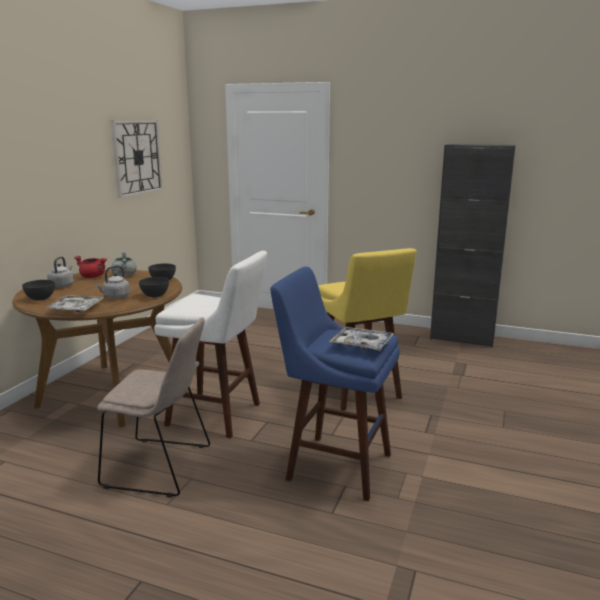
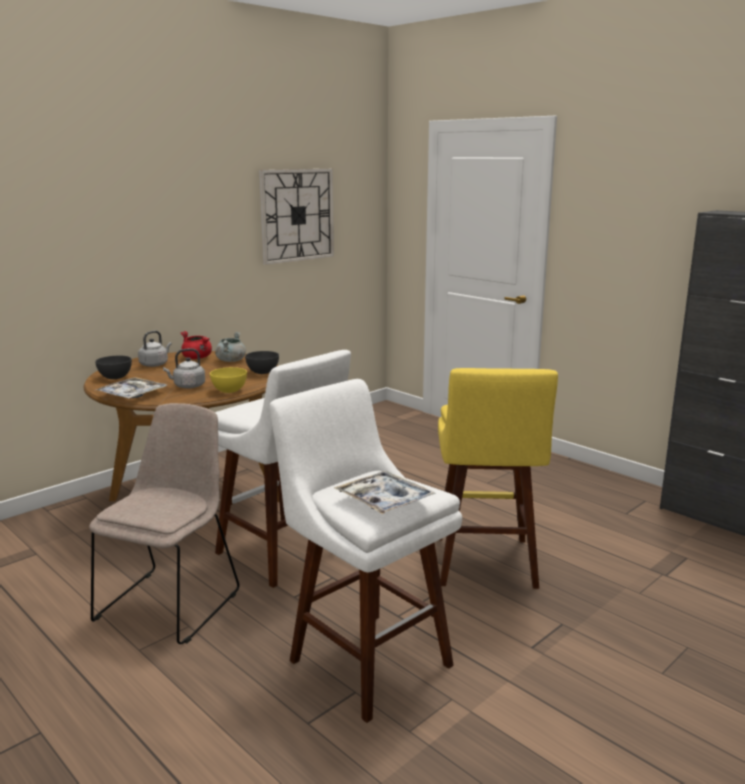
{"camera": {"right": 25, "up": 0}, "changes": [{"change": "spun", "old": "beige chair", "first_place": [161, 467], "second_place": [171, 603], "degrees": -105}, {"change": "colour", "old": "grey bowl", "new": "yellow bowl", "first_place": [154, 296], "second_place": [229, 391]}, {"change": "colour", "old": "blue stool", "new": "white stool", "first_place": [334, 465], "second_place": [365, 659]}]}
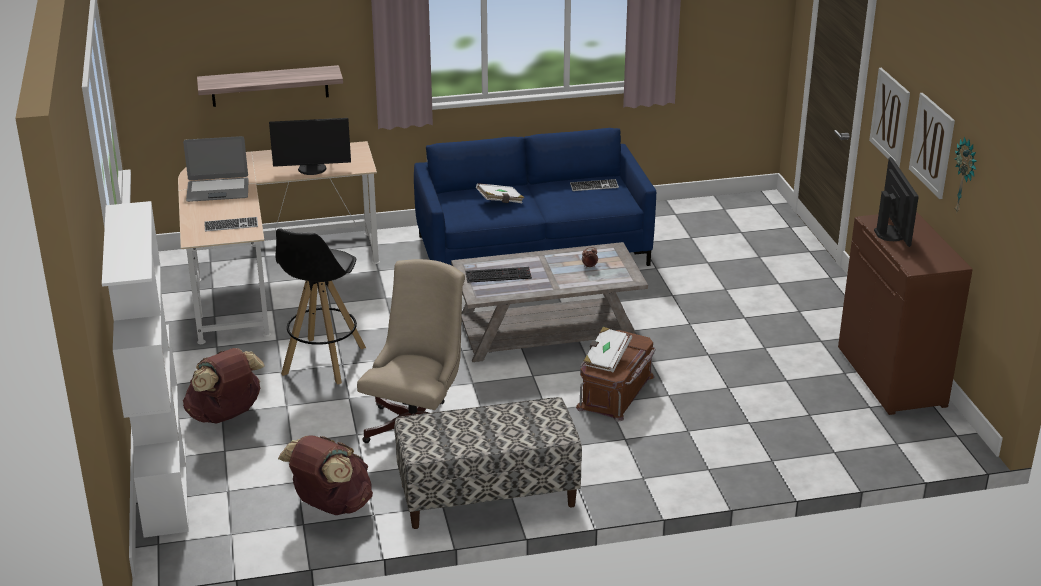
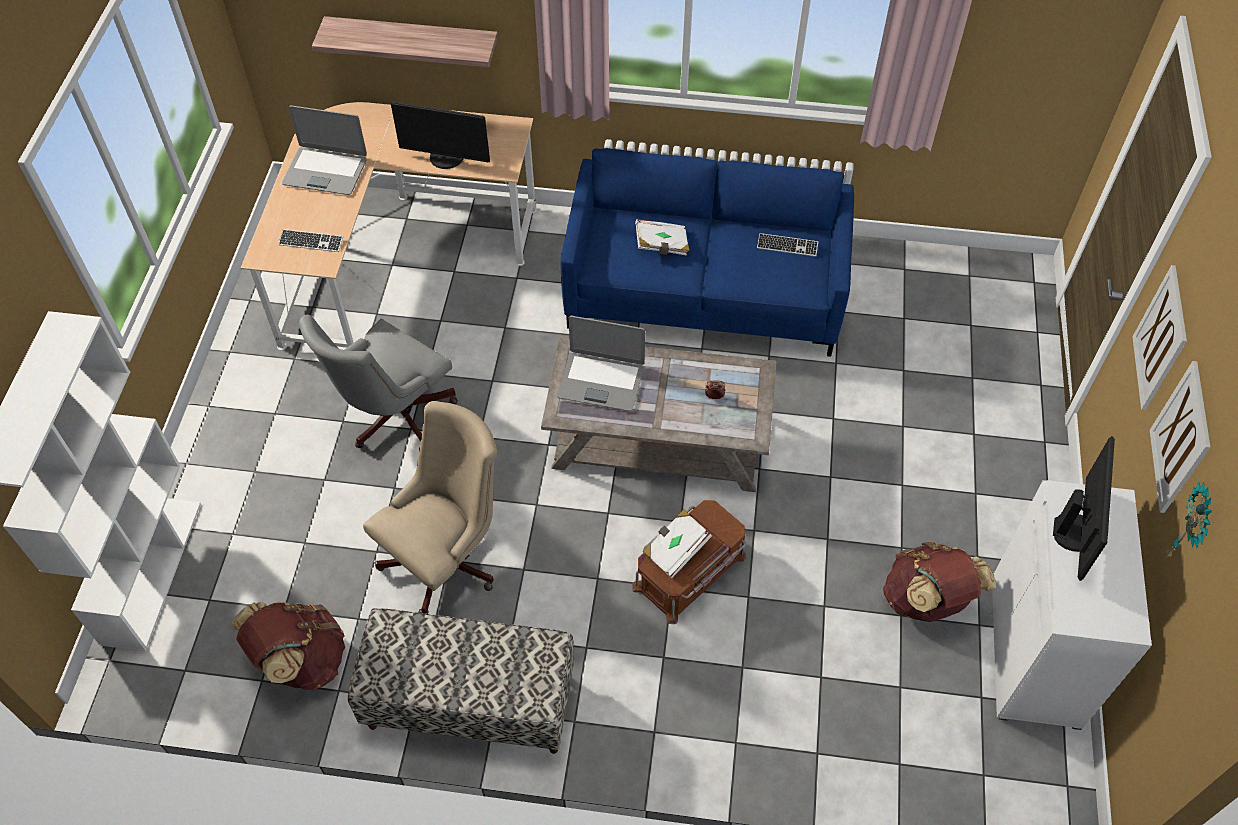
{"camera": {"right": 20, "up": 25}, "changes": [{"change": "exchanged", "old": "black stool", "new": "grey office chair", "first_place": [323, 361], "second_place": [393, 417]}, {"change": "exchanged", "old": "keyboard", "new": "laptop", "first_place": [499, 275], "second_place": [601, 381]}, {"change": "relocated", "old": "brown backpack", "first_place": [226, 415], "second_place": [926, 601]}, {"change": "colour", "old": "brown cabinet", "new": "white cabinet", "first_place": [892, 377], "second_place": [1036, 652]}]}
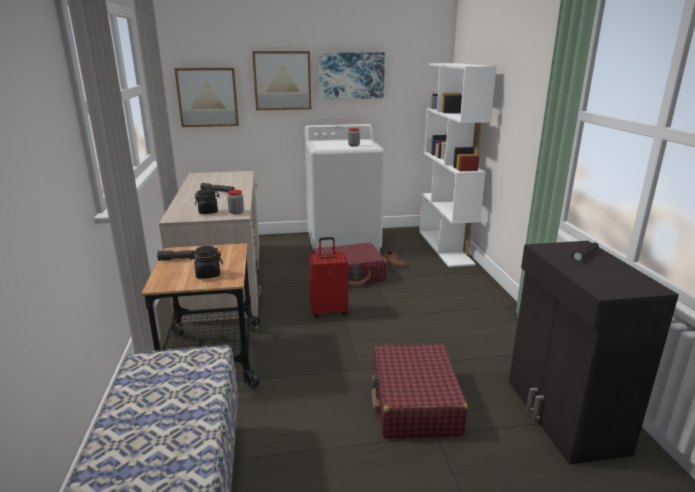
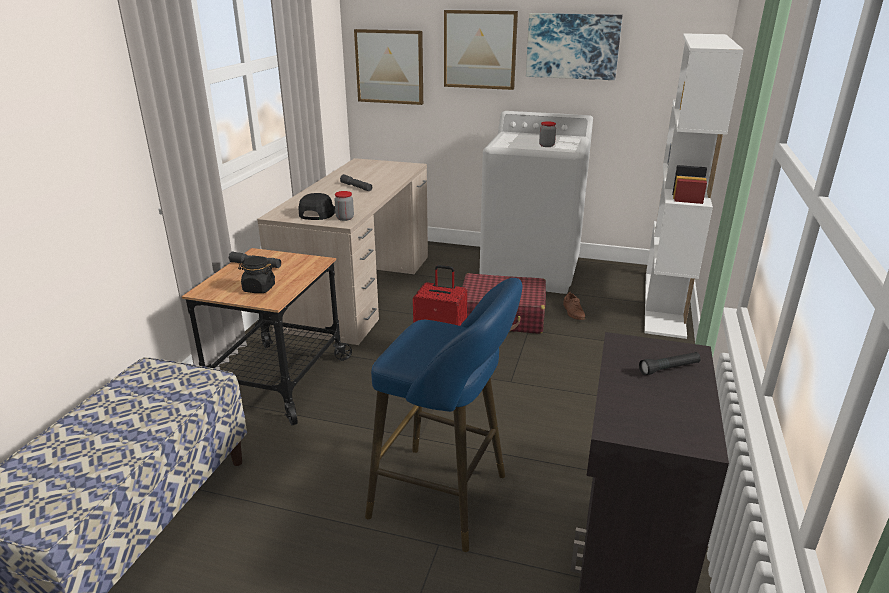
{"camera": {"right": 25, "up": 5}, "changes": [{"change": "exchanged", "old": "black jar", "new": "black cap", "first_place": [208, 212], "second_place": [318, 213]}, {"change": "exchanged", "old": "red suitcase", "new": "blue stool", "first_place": [414, 403], "second_place": [446, 498]}]}
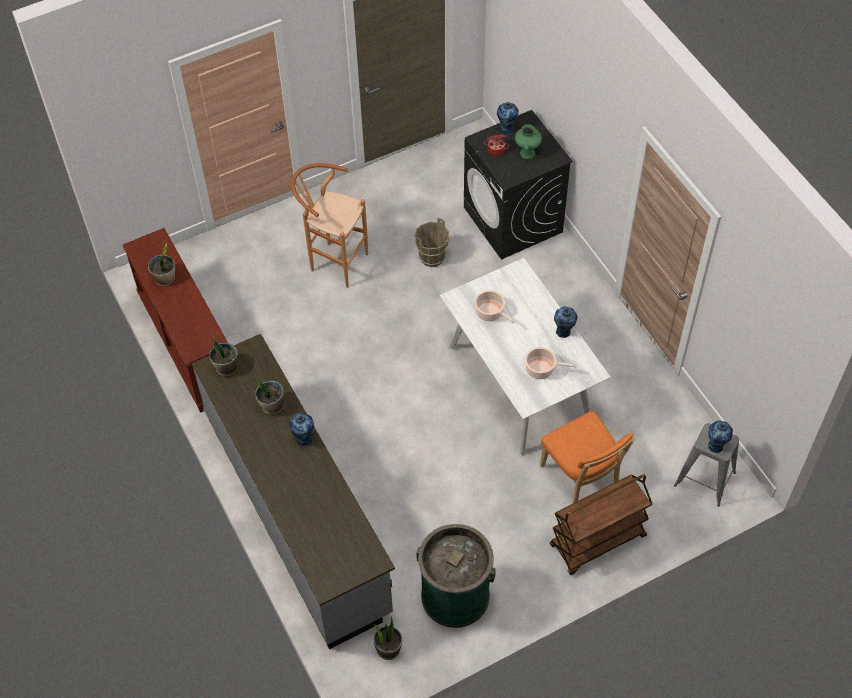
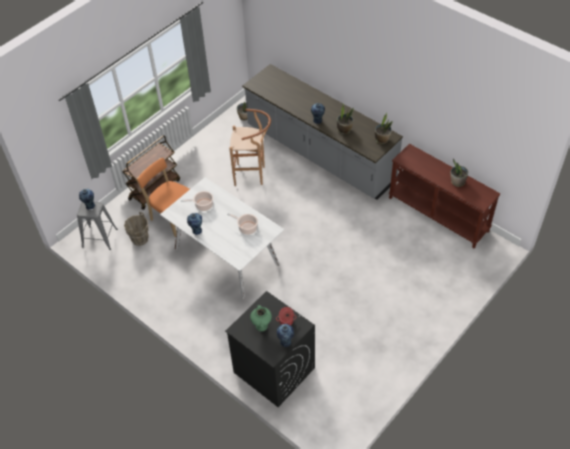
{"camera": {"right": 160, "up": -5}, "changes": [{"change": "relocated", "old": "brown bucket", "first_place": [432, 258], "second_place": [140, 239]}, {"change": "relocated", "old": "brown stool", "first_place": [333, 261], "second_place": [253, 175]}, {"change": "missing", "old": "green trash can", "first_place": [455, 595]}]}
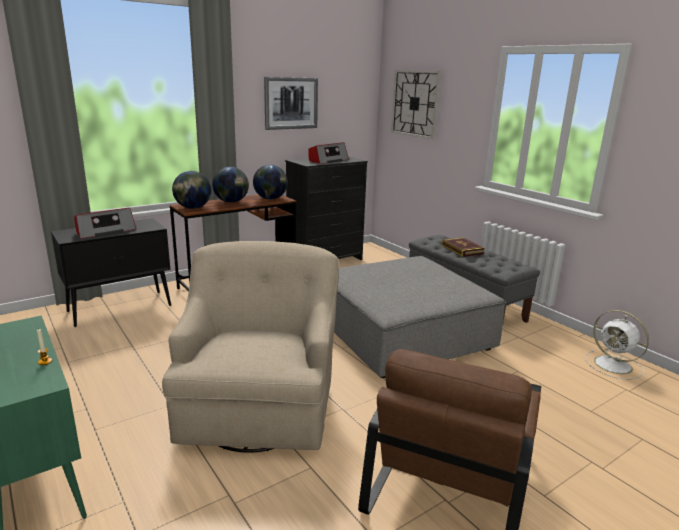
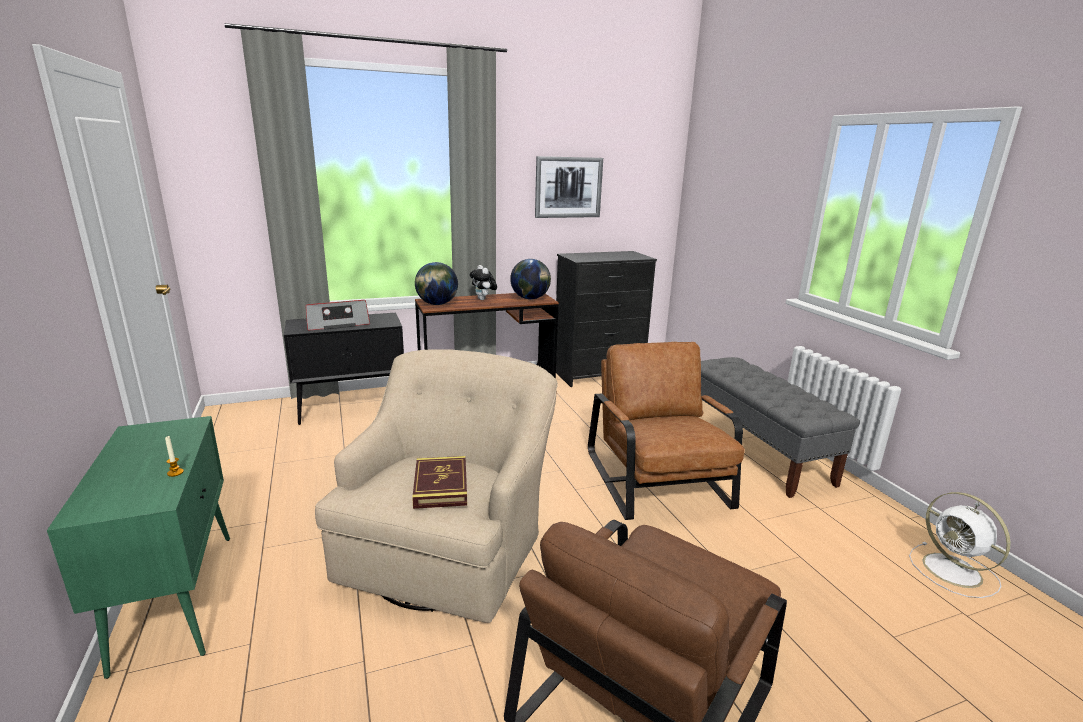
{"camera": {"right": 15, "up": 0}, "changes": [{"change": "relocated", "old": "book", "first_place": [462, 249], "second_place": [441, 486]}, {"change": "exchanged", "old": "globe", "new": "plush toy", "first_place": [231, 202], "second_place": [483, 299]}, {"change": "exchanged", "old": "grey ottoman", "new": "brown armchair", "first_place": [402, 333], "second_place": [658, 480]}, {"change": "missing", "old": "radio", "first_place": [328, 160]}, {"change": "missing", "old": "wall clock", "first_place": [415, 103]}]}
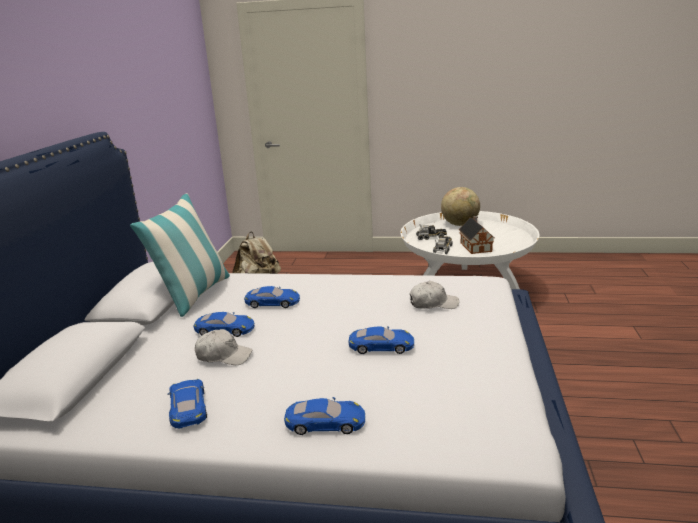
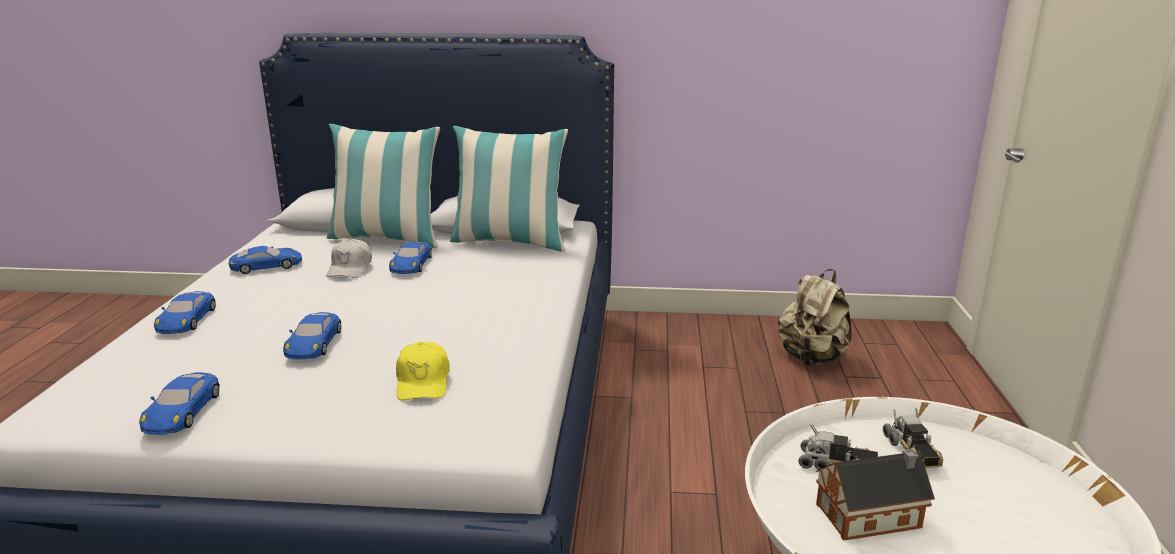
{"camera": {"right": 85, "up": 0}, "changes": [{"change": "relocated", "old": "blue toy car", "first_place": [272, 302], "second_place": [182, 411]}, {"change": "appeared", "new": "pillow", "second_place": [387, 238]}, {"change": "colour", "old": "white cap", "new": "yellow cap", "first_place": [433, 303], "second_place": [423, 382]}, {"change": "missing", "old": "globe", "first_place": [460, 224]}]}
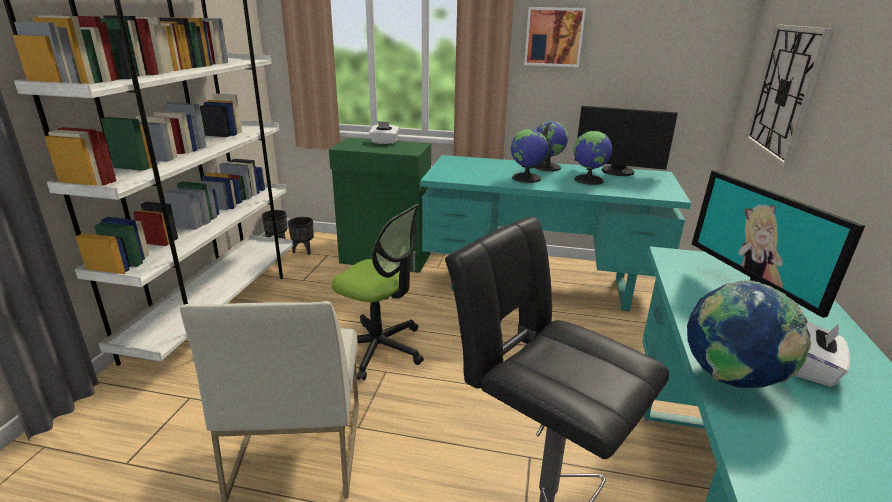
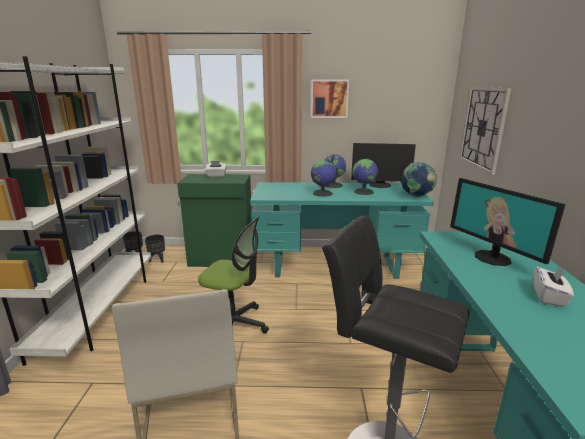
{"camera": {"right": -10, "up": -5}, "changes": [{"change": "relocated", "old": "globe", "first_place": [731, 380], "second_place": [416, 196]}]}
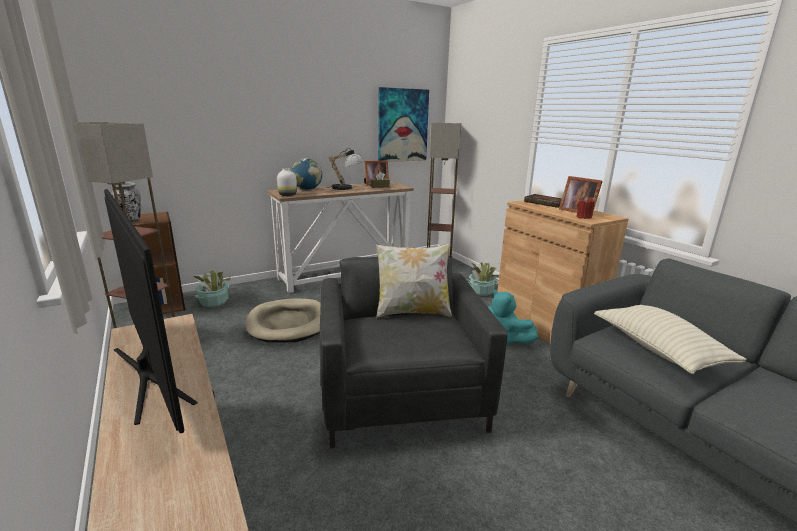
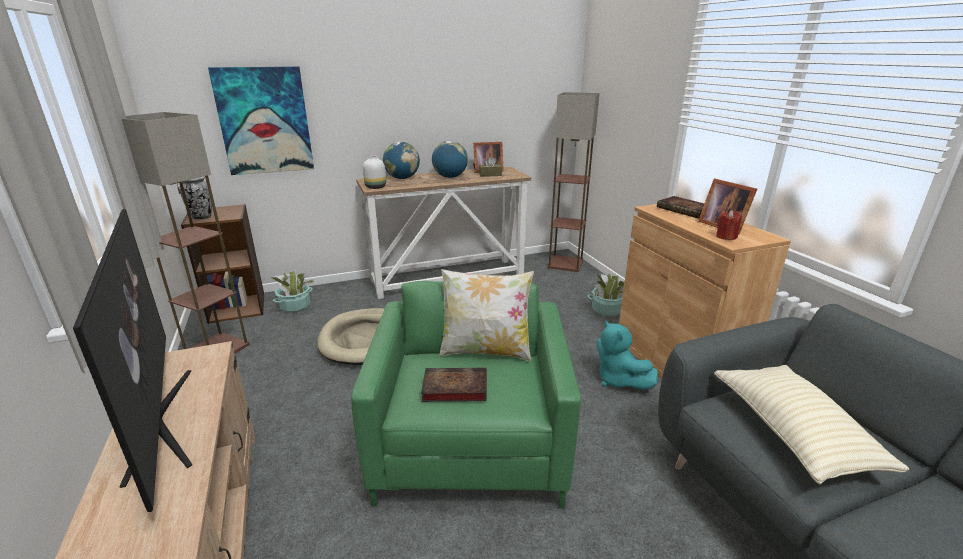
{"camera": {"right": 10, "up": 5}, "changes": [{"change": "relocated", "old": "picture", "first_place": [402, 125], "second_place": [264, 121]}, {"change": "colour", "old": "grey armchair", "new": "green armchair", "first_place": [401, 394], "second_place": [471, 444]}, {"change": "appeared", "new": "book", "second_place": [453, 388]}, {"change": "exchanged", "old": "table lamp", "new": "globe", "first_place": [347, 188], "second_place": [450, 177]}]}
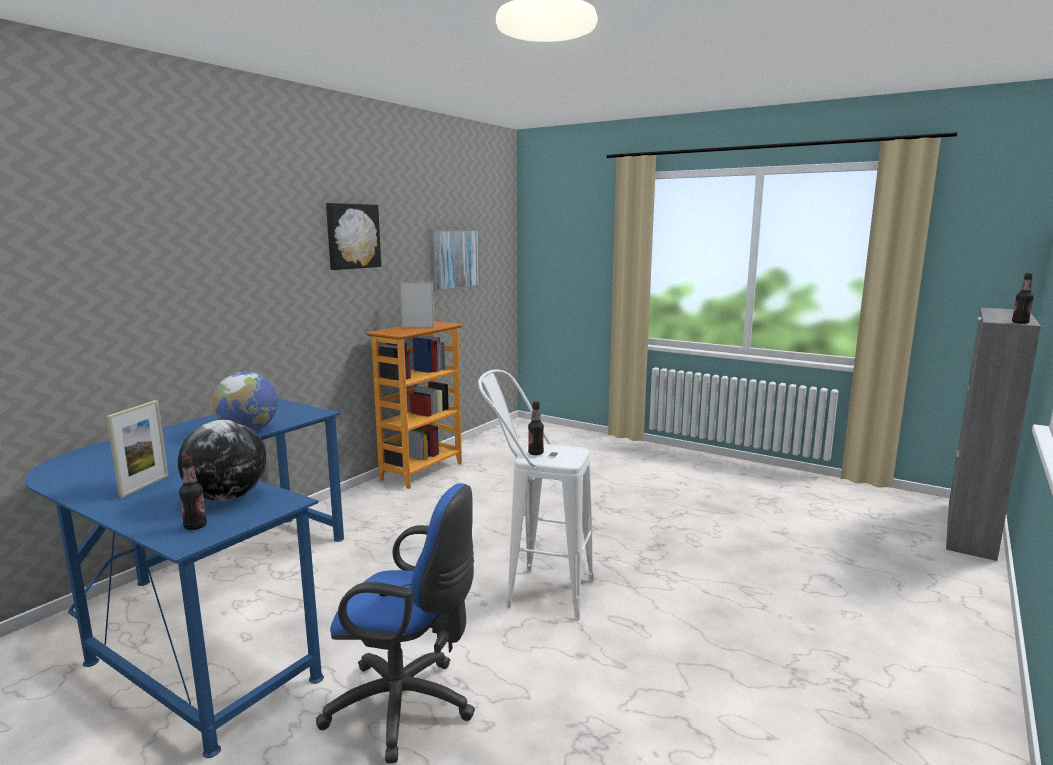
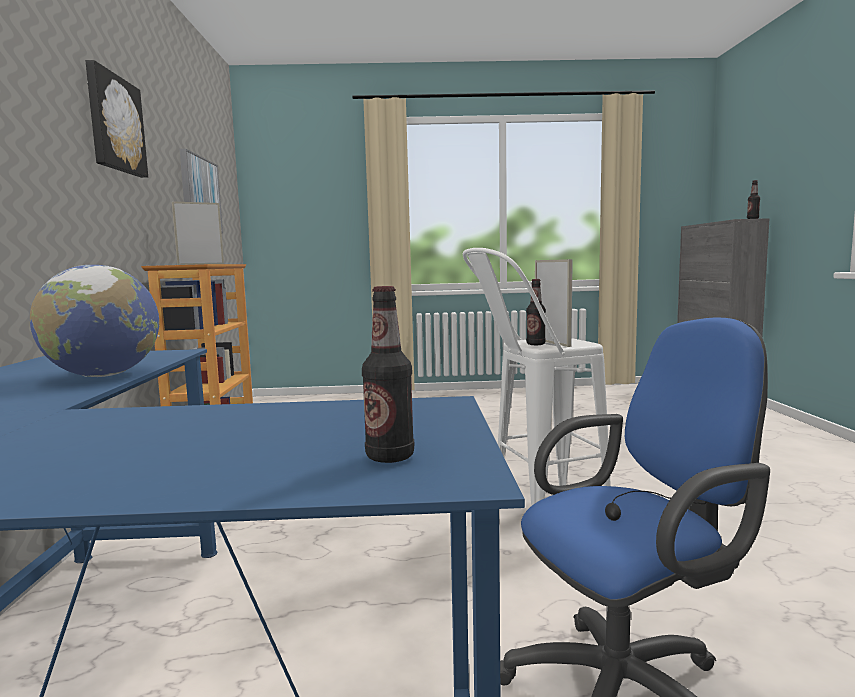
{"camera": {"right": -35, "up": -5}, "changes": [{"change": "relocated", "old": "picture frame", "first_place": [144, 486], "second_place": [552, 343]}, {"change": "missing", "old": "globe", "first_place": [227, 497]}]}
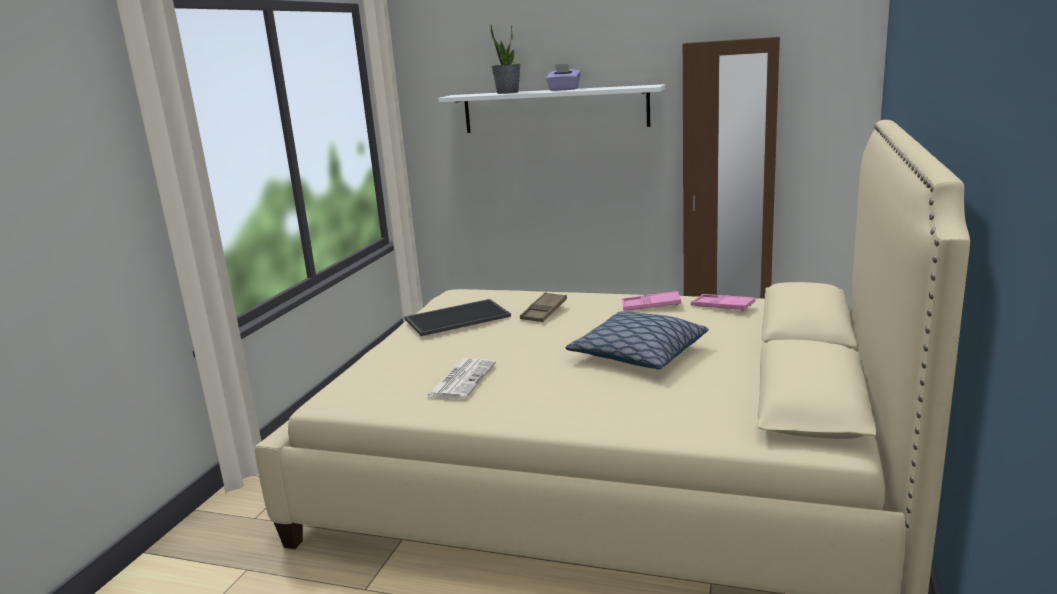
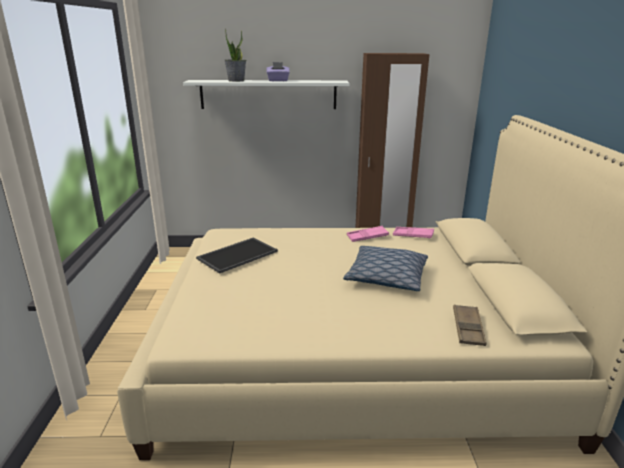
{"camera": {"right": -20, "up": 5}, "changes": [{"change": "relocated", "old": "brown tray", "first_place": [544, 311], "second_place": [468, 328]}, {"change": "missing", "old": "newspaper", "first_place": [461, 380]}]}
